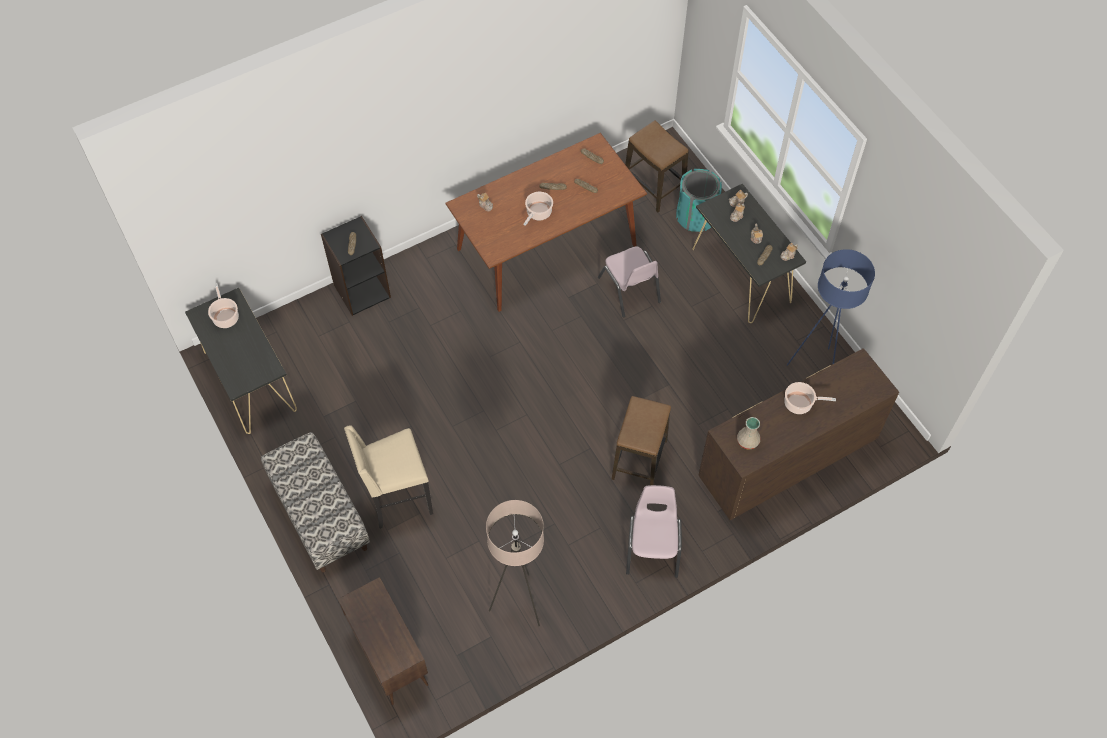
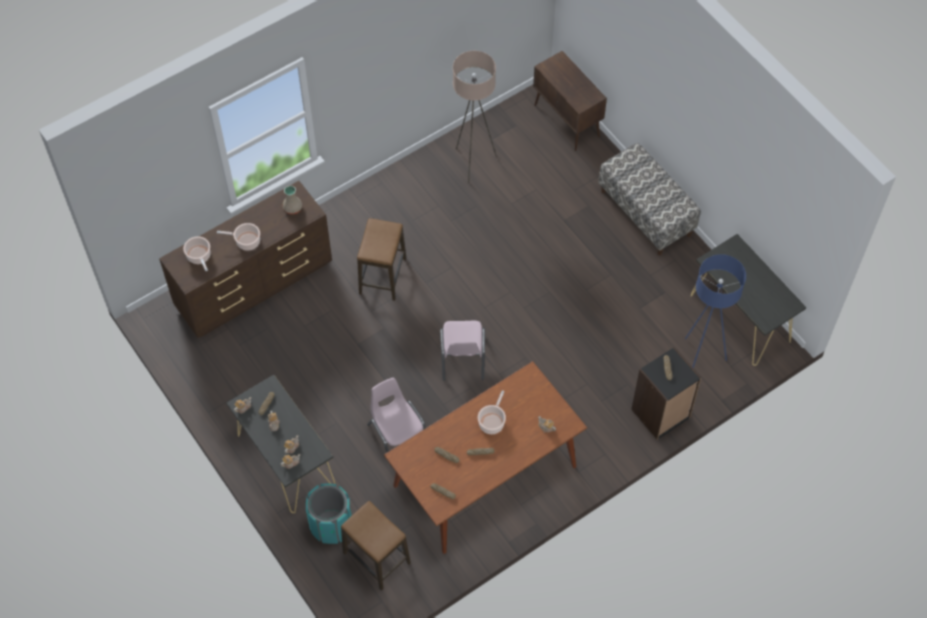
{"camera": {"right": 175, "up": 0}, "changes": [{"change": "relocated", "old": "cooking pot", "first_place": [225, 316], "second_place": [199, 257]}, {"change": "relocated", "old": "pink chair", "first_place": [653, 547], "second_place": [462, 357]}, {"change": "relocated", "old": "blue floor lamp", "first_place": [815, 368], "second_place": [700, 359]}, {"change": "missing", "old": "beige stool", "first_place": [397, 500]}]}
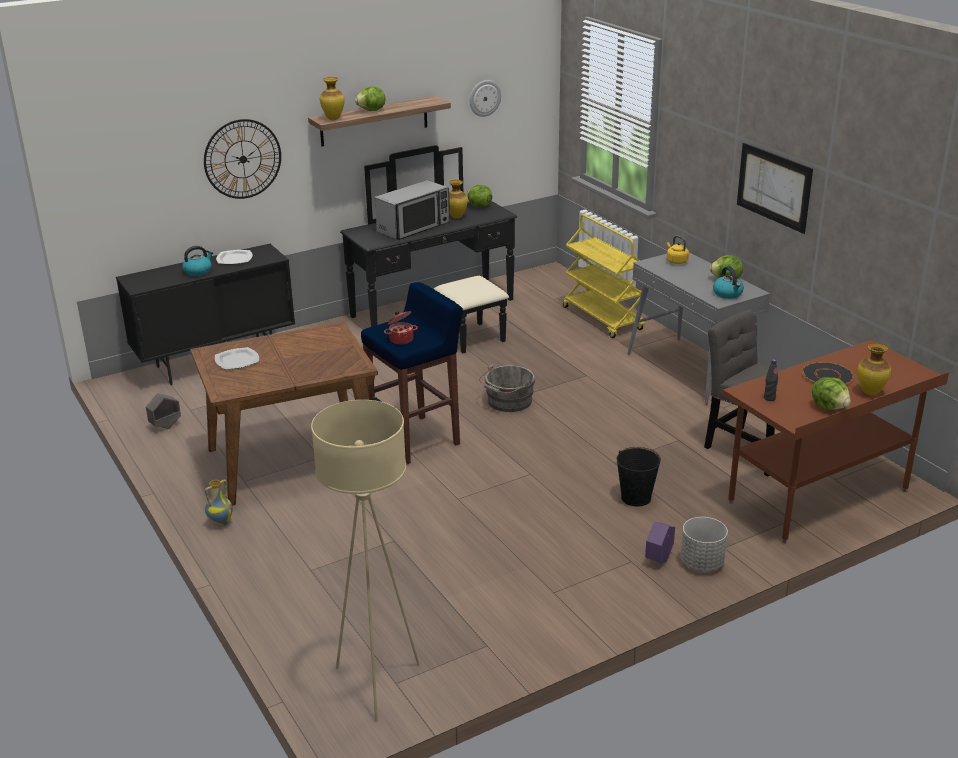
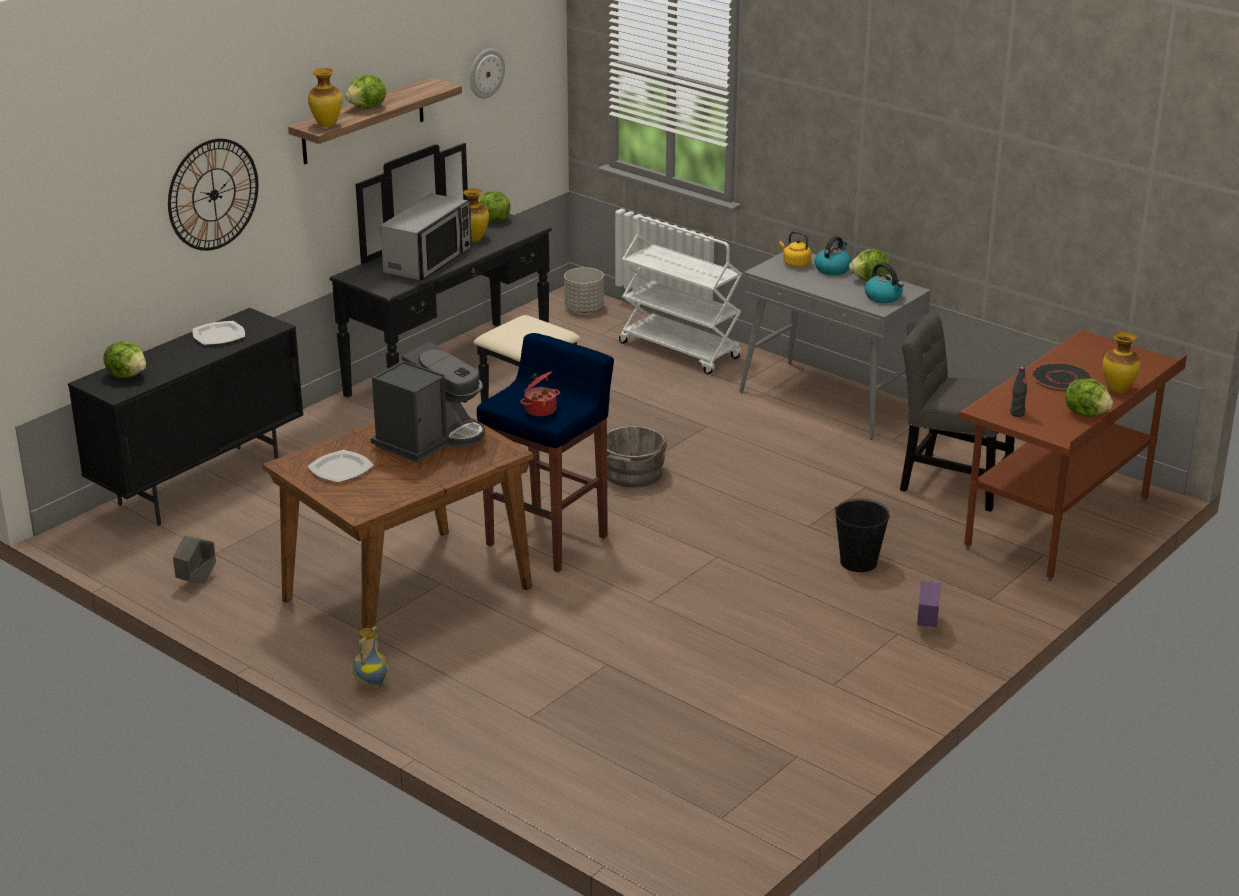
{"camera": {"right": -20, "up": 0}, "changes": [{"change": "appeared", "new": "lettuce", "second_place": [127, 375]}, {"change": "appeared", "new": "coffee machine", "second_place": [429, 439]}, {"change": "relocated", "old": "grey planter", "first_place": [702, 563], "second_place": [584, 309]}, {"change": "colour", "old": "yellow cart", "new": "white cart", "first_place": [603, 318], "second_place": [680, 351]}, {"change": "relocated", "old": "kettle", "first_place": [198, 271], "second_place": [832, 269]}, {"change": "missing", "old": "beige floor lamp", "first_place": [377, 685]}, {"change": "missing", "old": "picture", "first_place": [773, 187]}]}
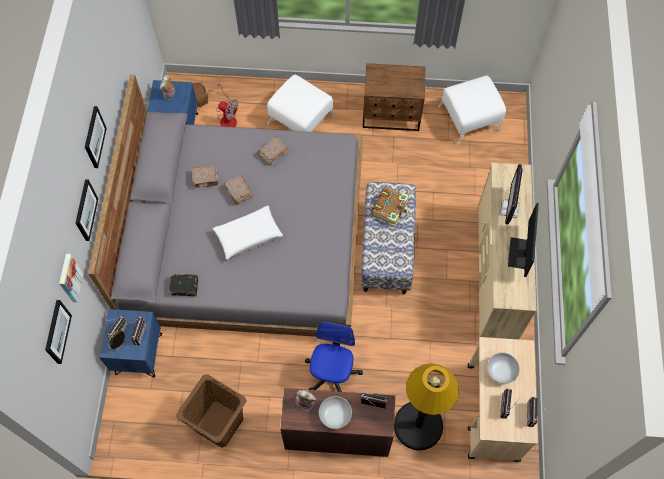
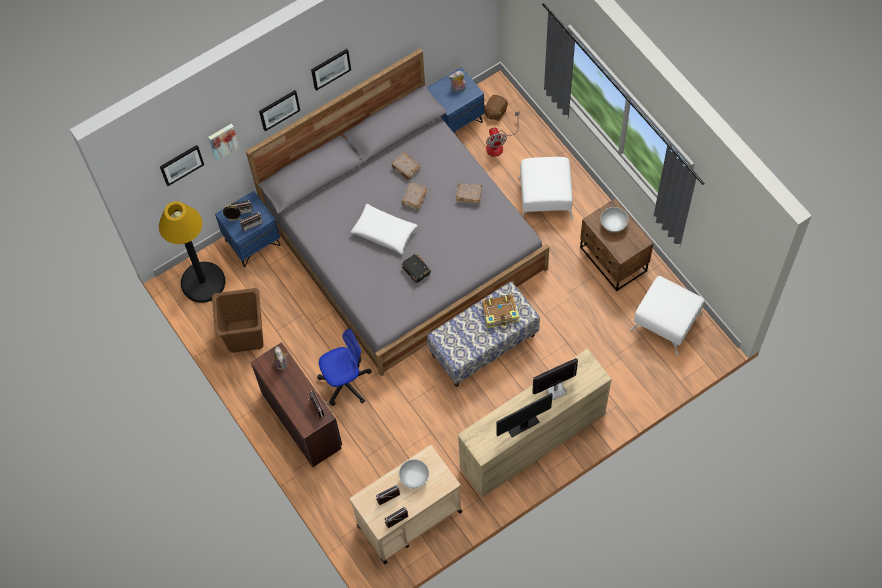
{"camera": {"right": 55, "up": 0}, "changes": [{"change": "relocated", "old": "black floor lamp", "first_place": [418, 425], "second_place": [203, 282]}, {"change": "relocated", "old": "black book", "first_place": [185, 287], "second_place": [416, 271]}, {"change": "relocated", "old": "white bowl", "first_place": [335, 415], "second_place": [613, 224]}]}
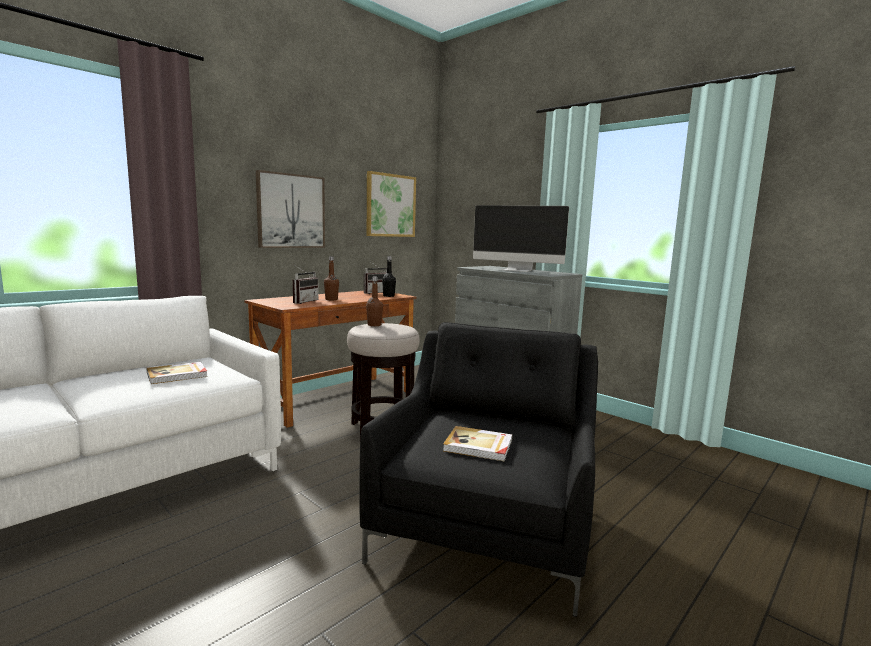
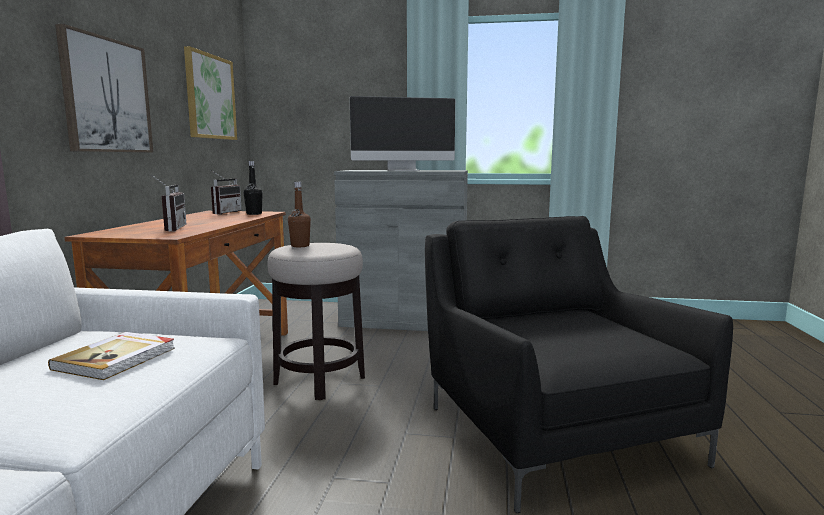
{"camera": {"right": -35, "up": 0}, "changes": [{"change": "missing", "old": "brown bottle", "first_place": [331, 299]}, {"change": "missing", "old": "book", "first_place": [478, 446]}]}
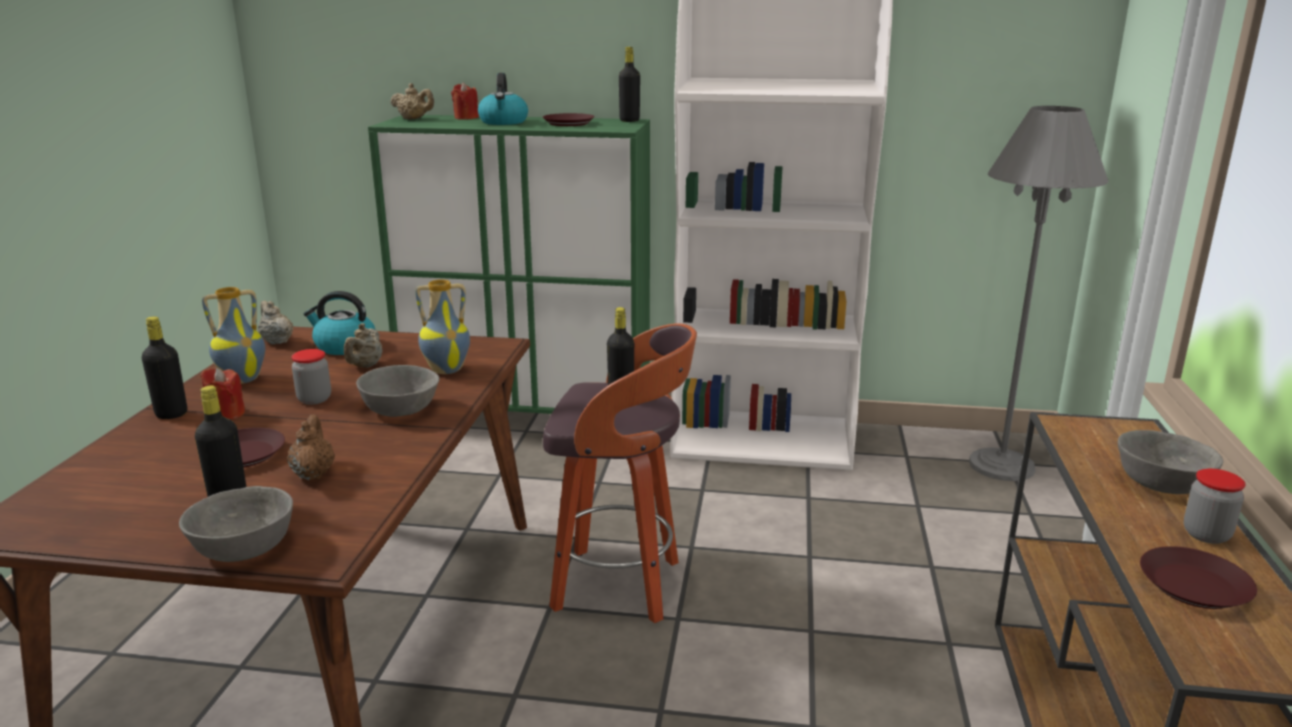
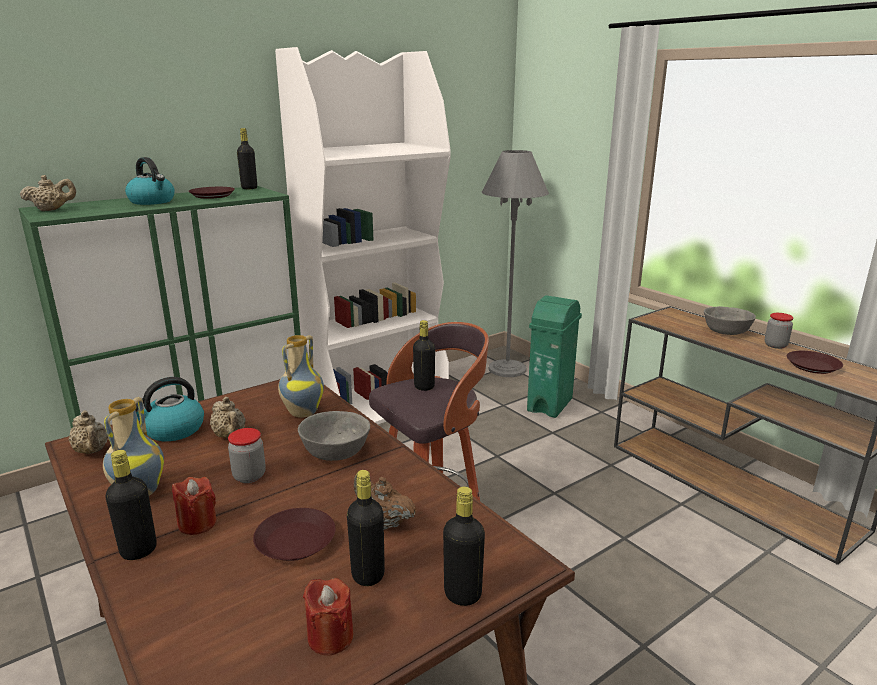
{"camera": {"right": -45, "up": 0}, "changes": [{"change": "spun", "old": "beige teapot", "first_place": [276, 341], "second_place": [92, 451], "degrees": -135}, {"change": "relocated", "old": "red candle", "first_place": [466, 118], "second_place": [330, 637]}, {"change": "exchanged", "old": "grey bowl", "new": "black bottle", "first_place": [243, 547], "second_place": [462, 594]}, {"change": "appeared", "new": "green trash can", "second_place": [550, 404]}]}
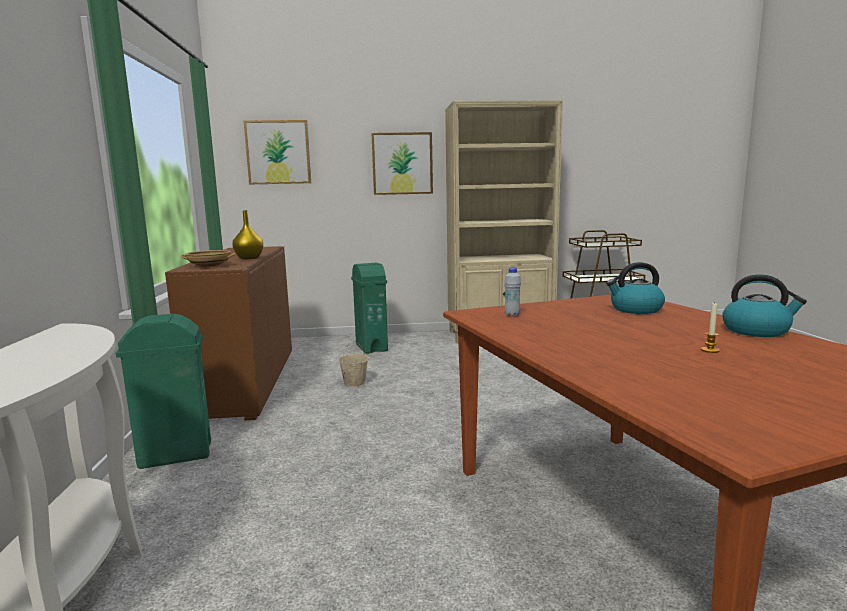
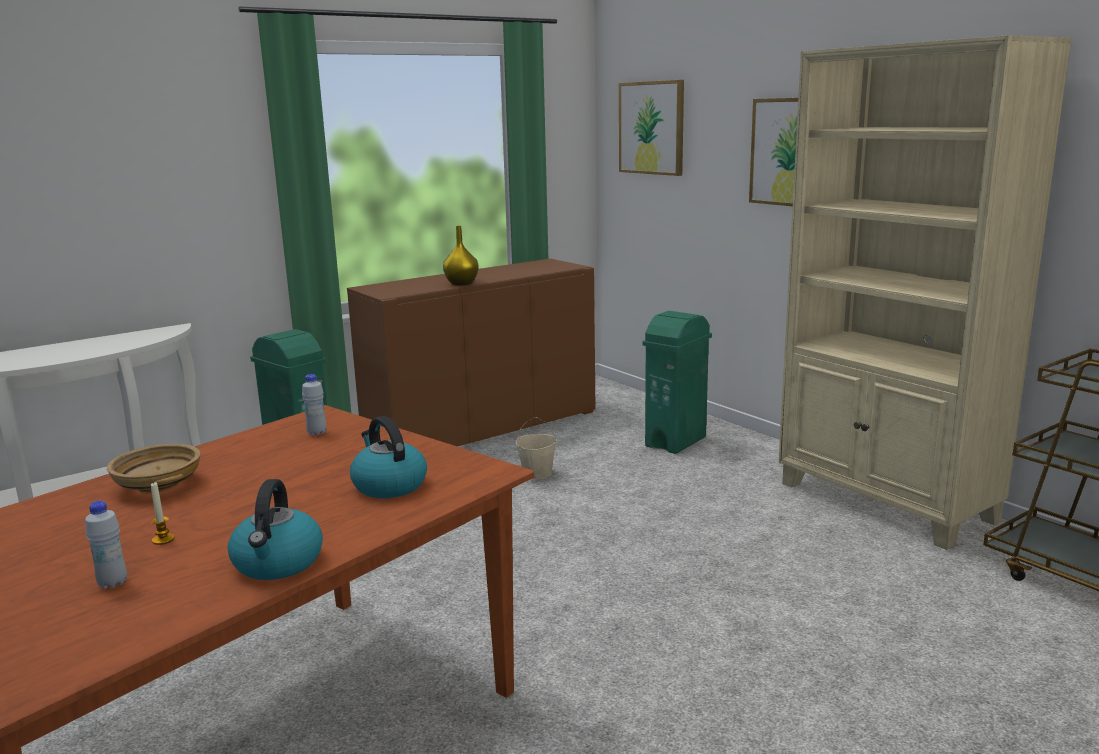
{"camera": {"right": 60, "up": 5}, "changes": [{"change": "appeared", "new": "white bottle", "second_place": [112, 583]}, {"change": "relocated", "old": "beige bowl", "first_place": [209, 266], "second_place": [157, 485]}]}
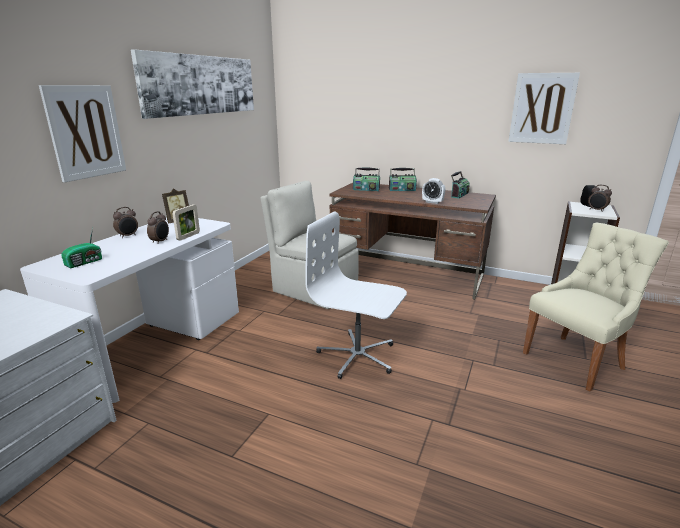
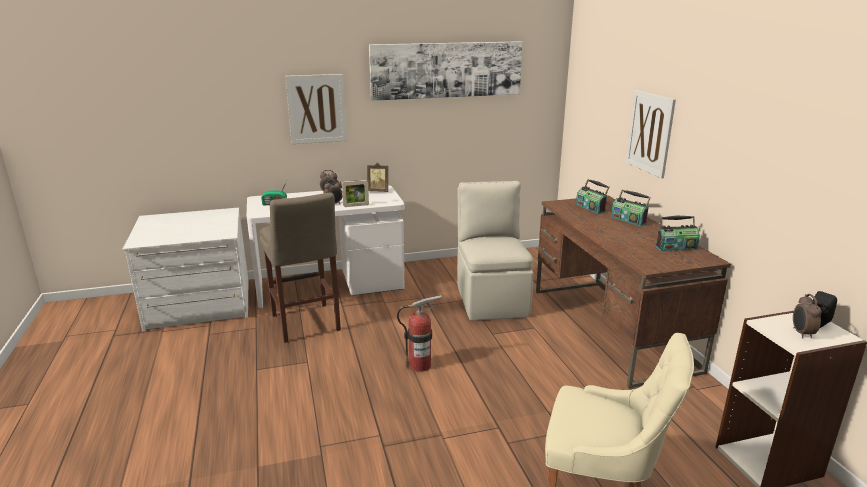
{"camera": {"right": 50, "up": 0}, "changes": [{"change": "appeared", "new": "beige stool", "second_place": [306, 324]}, {"change": "exchanged", "old": "white office chair", "new": "fire extinguisher", "first_place": [357, 356], "second_place": [420, 365]}, {"change": "relocated", "old": "picture", "first_place": [542, 108], "second_place": [650, 133]}, {"change": "missing", "old": "alarm clock", "first_place": [432, 202]}]}
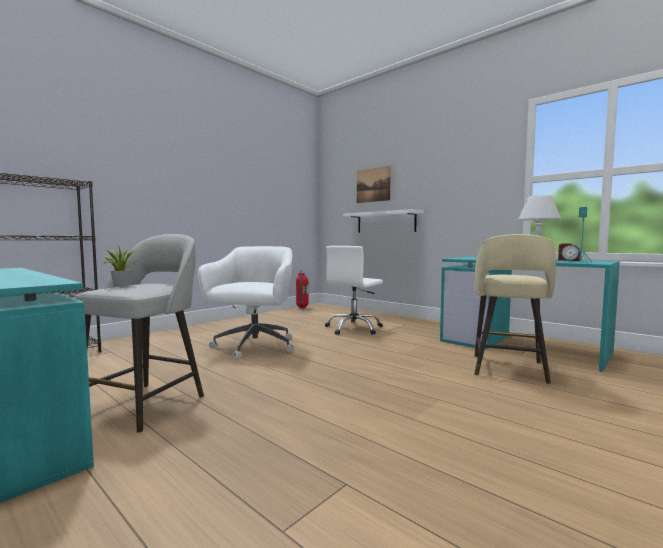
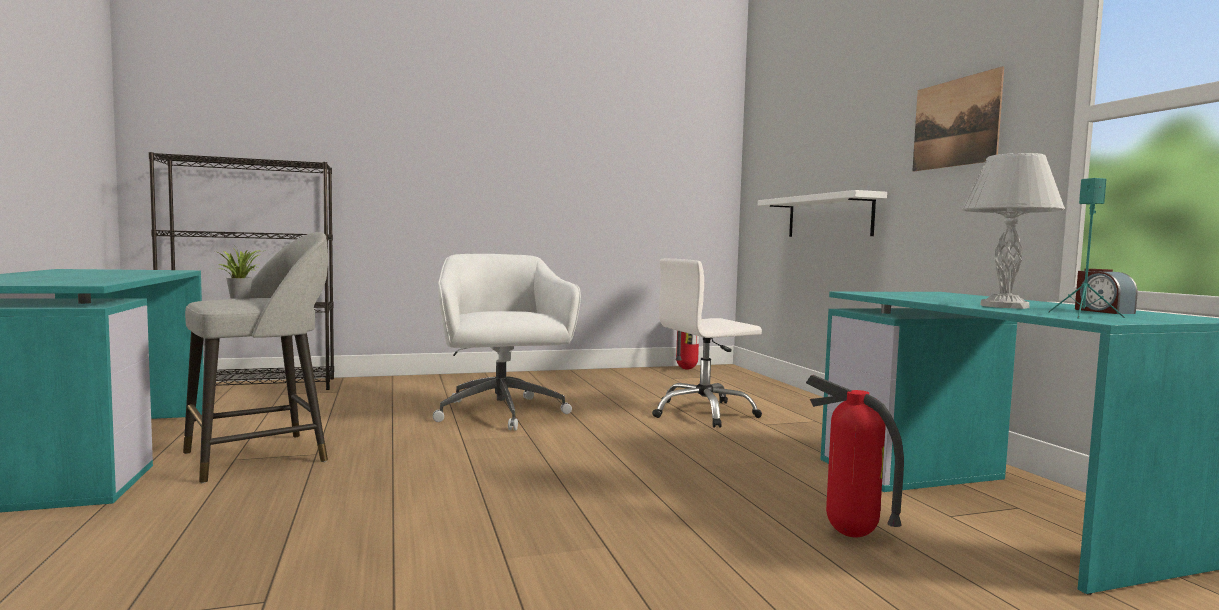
{"camera": {"right": 30, "up": 0}, "changes": [{"change": "spun", "old": "white office chair", "first_place": [253, 346], "second_place": [501, 414], "degrees": -60}, {"change": "exchanged", "old": "beige stool", "new": "fire extinguisher", "first_place": [508, 369], "second_place": [850, 535]}, {"change": "relocated", "old": "picture", "first_place": [373, 185], "second_place": [955, 123]}]}
